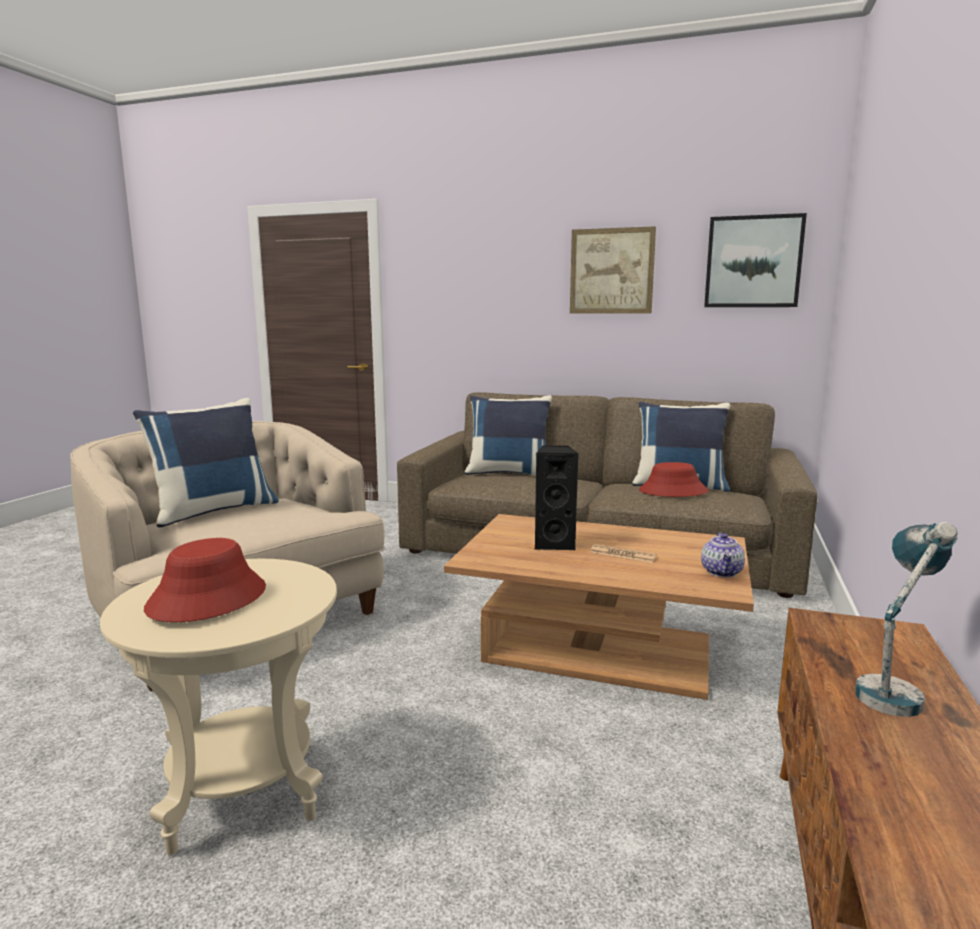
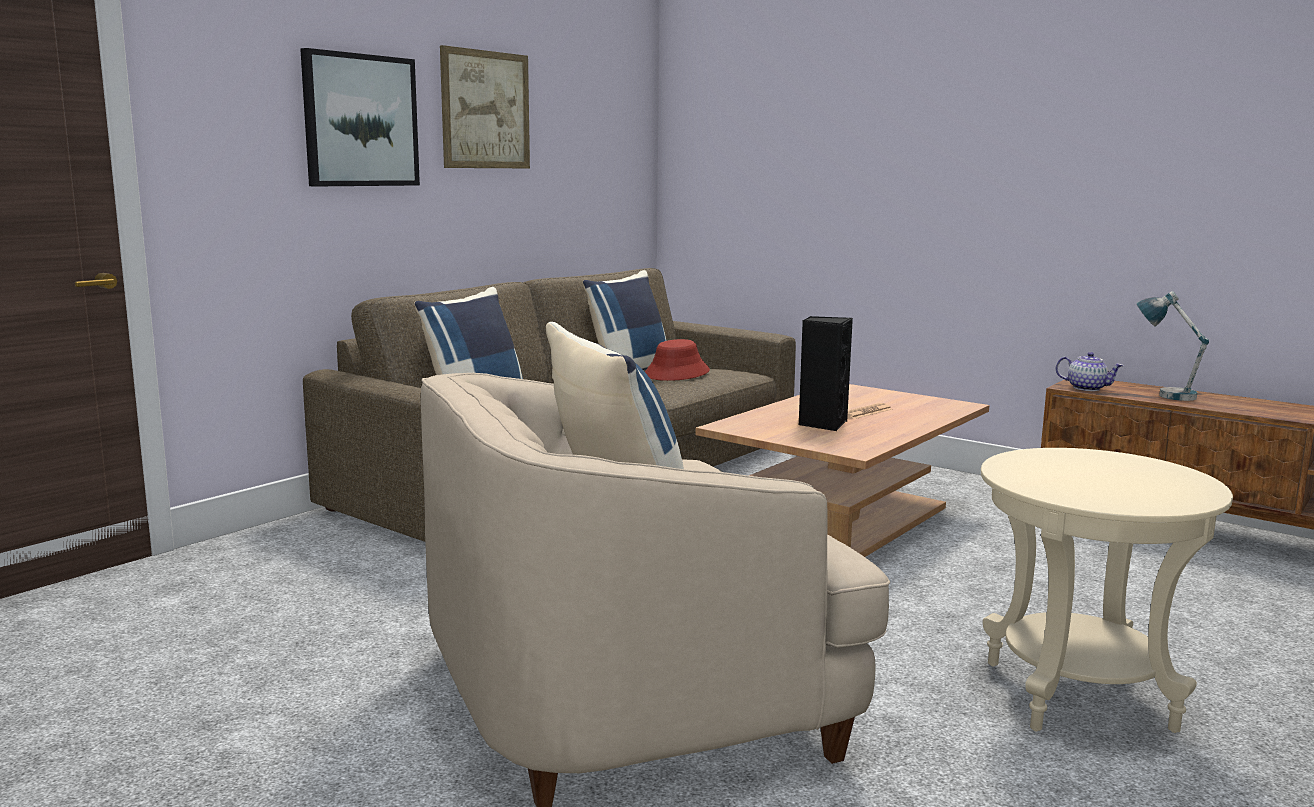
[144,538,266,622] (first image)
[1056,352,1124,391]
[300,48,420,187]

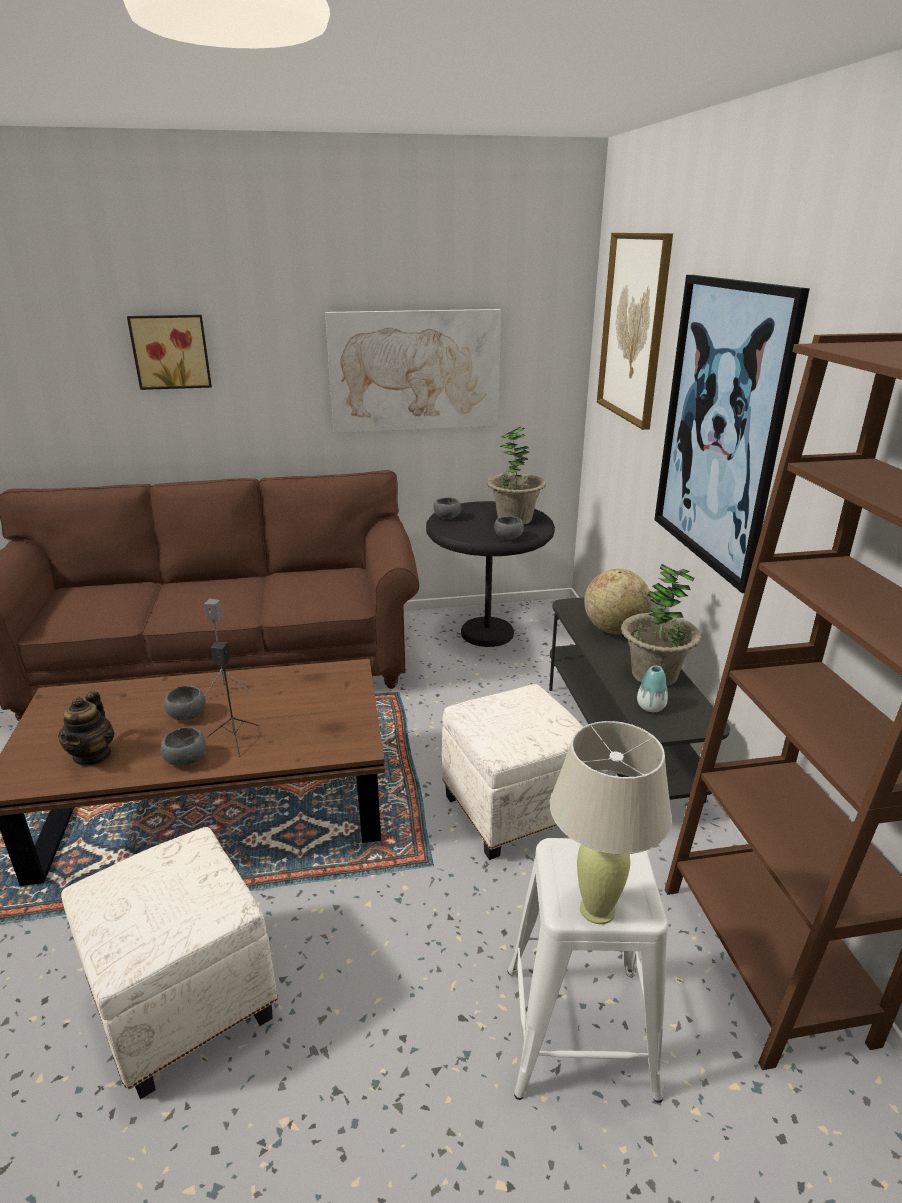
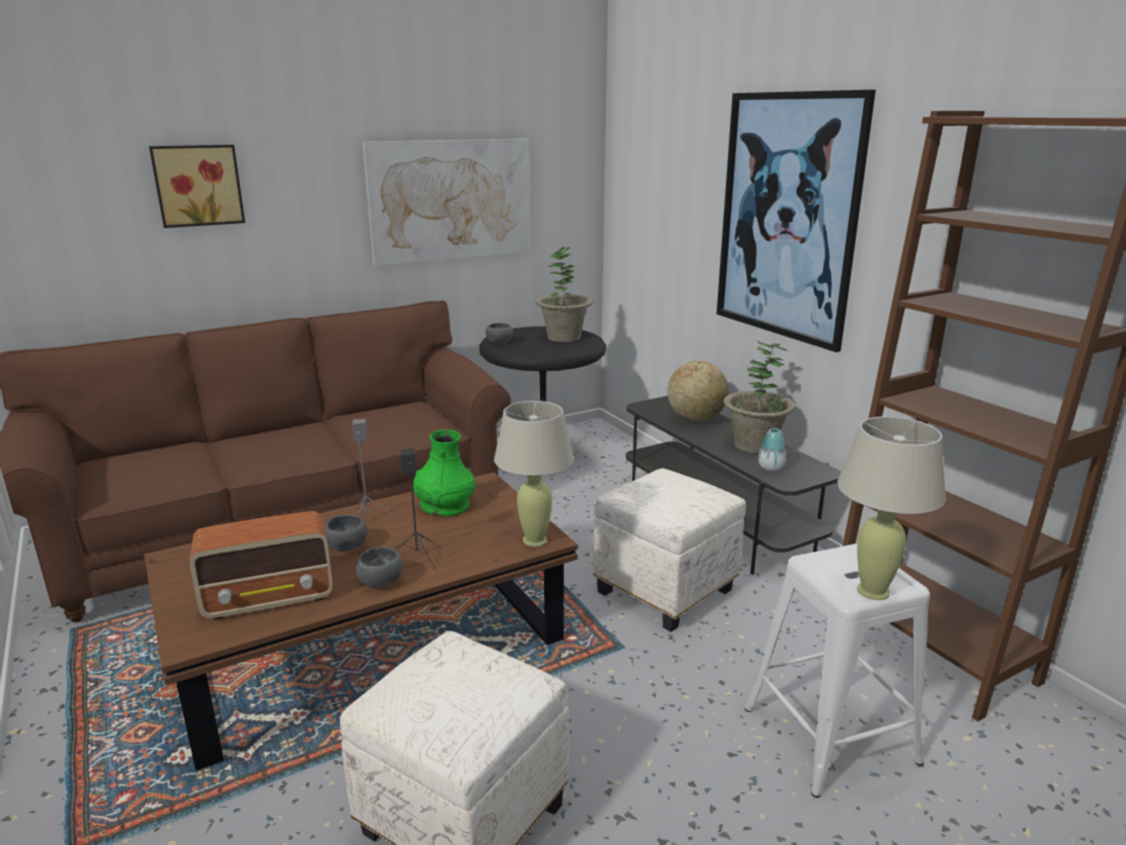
[190,511,333,620]
[494,516,524,540] (first image)
[597,233,673,430] (first image)
[413,430,475,516]
[494,401,574,547]

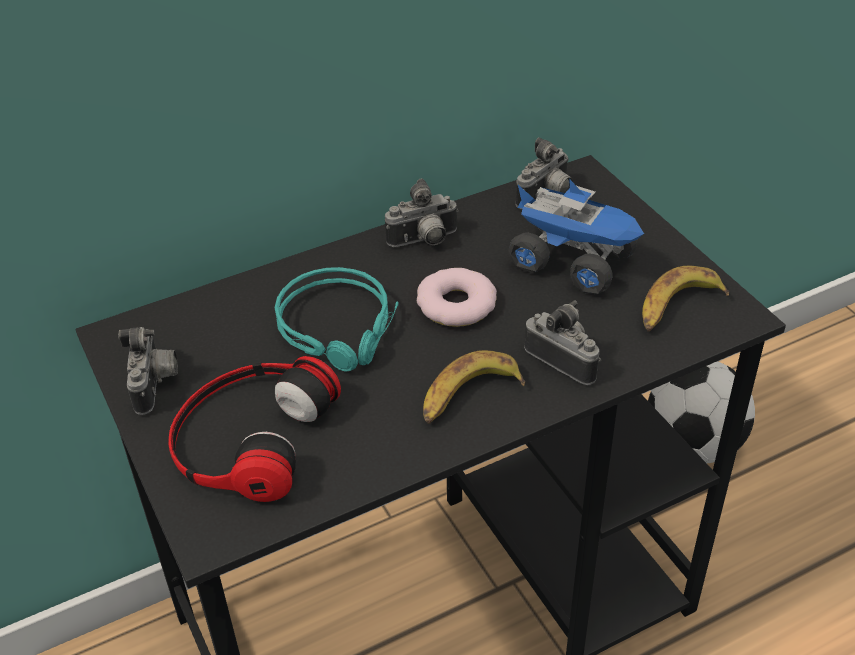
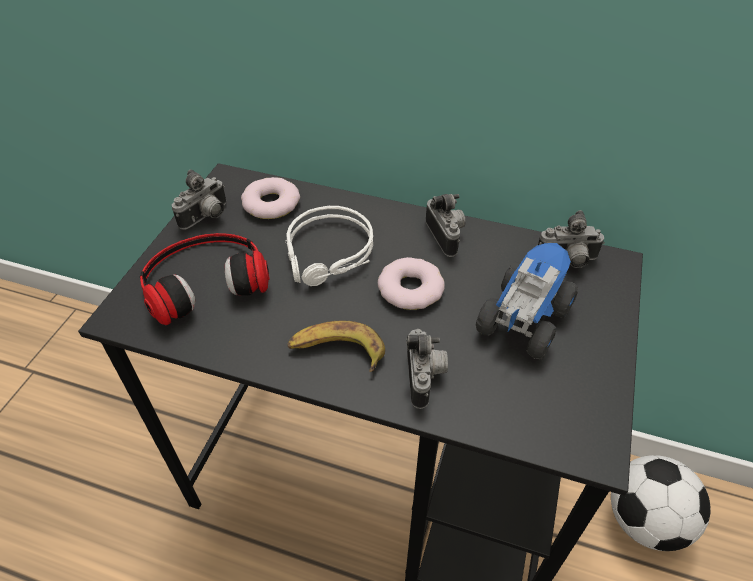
[285,206,373,286]
[425,194,466,257]
[475,243,578,359]
[642,266,729,332] (first image)
[241,177,300,219]

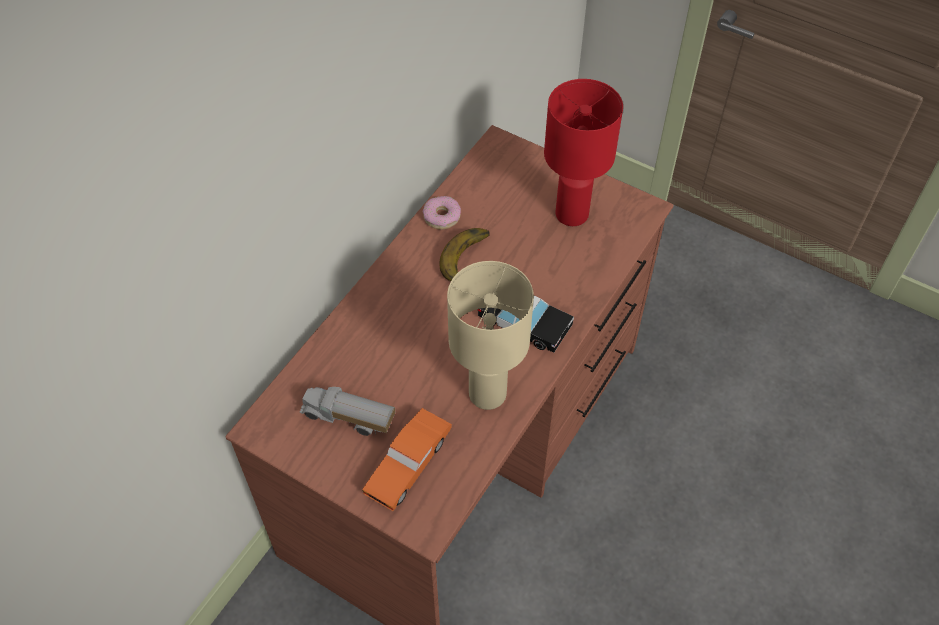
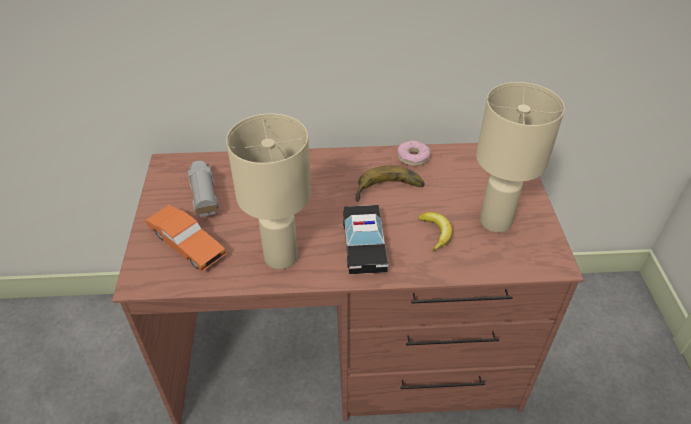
[145,205,226,271]
[476,82,565,233]
[418,212,452,252]

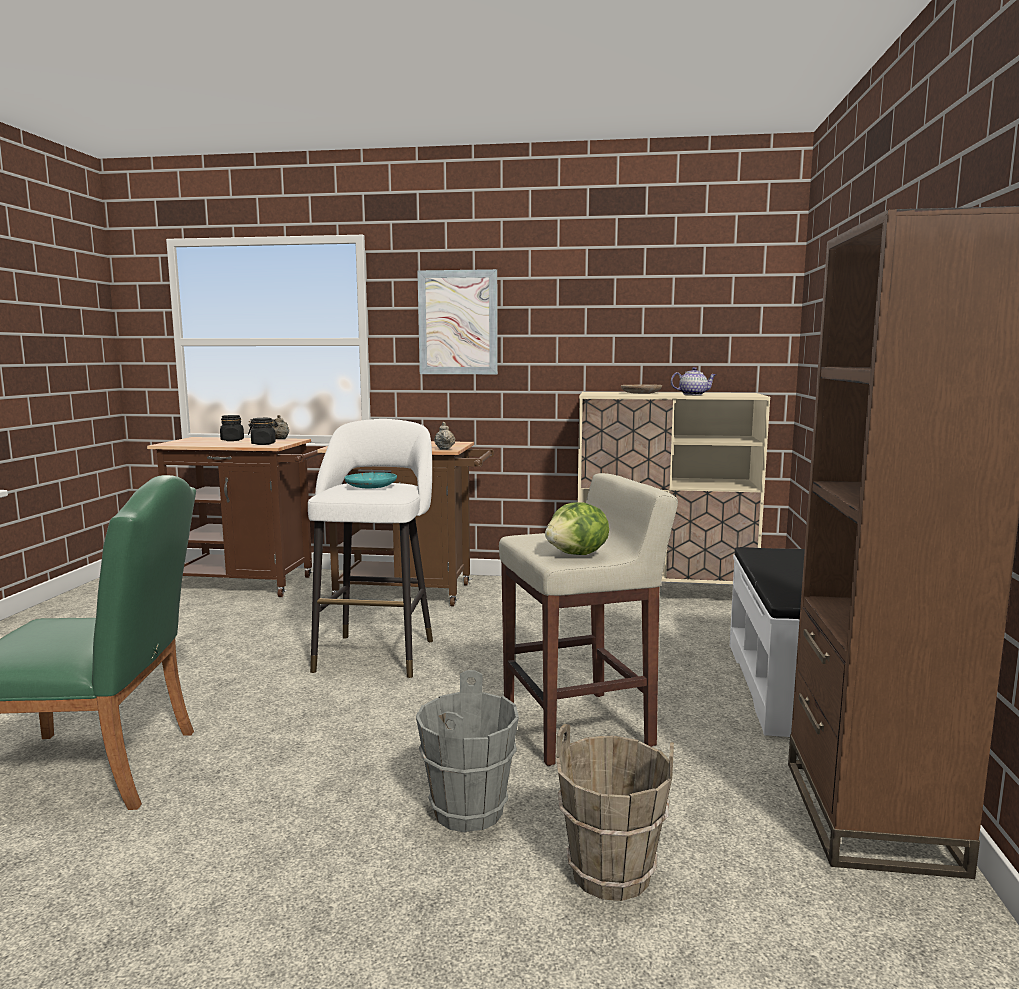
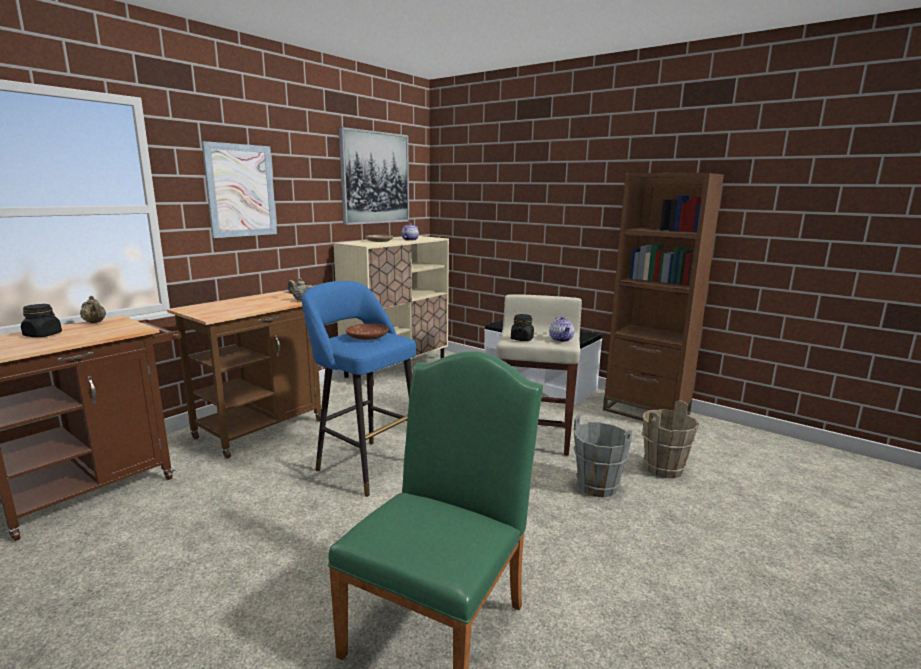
[511,314,534,341]
[302,281,416,497]
[346,324,389,340]
[549,316,574,342]
[339,127,409,225]

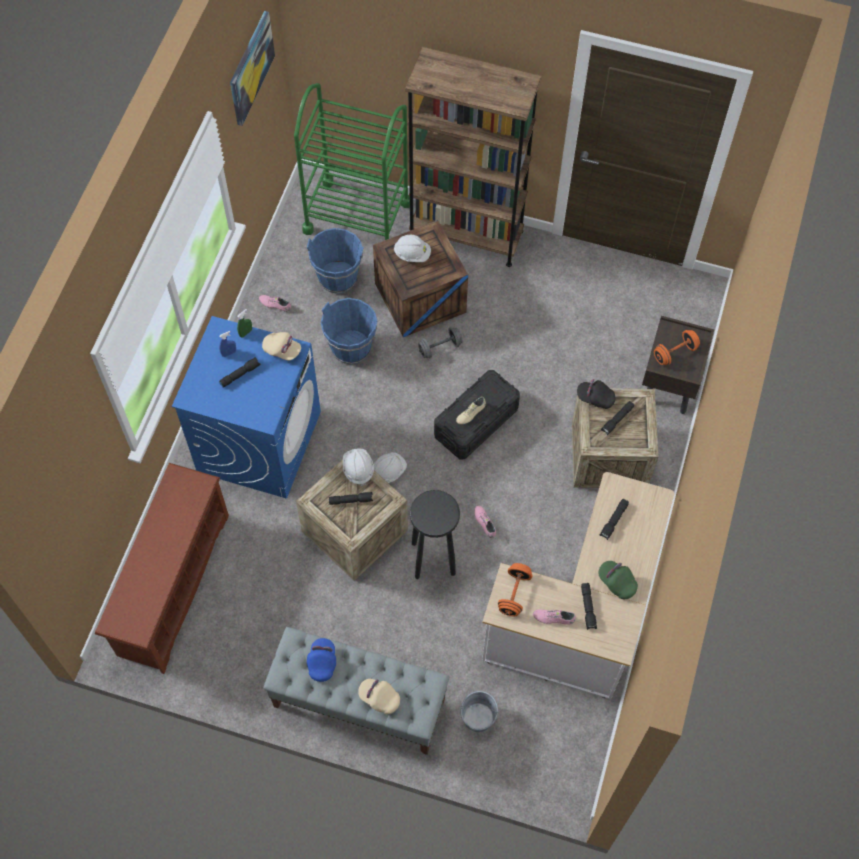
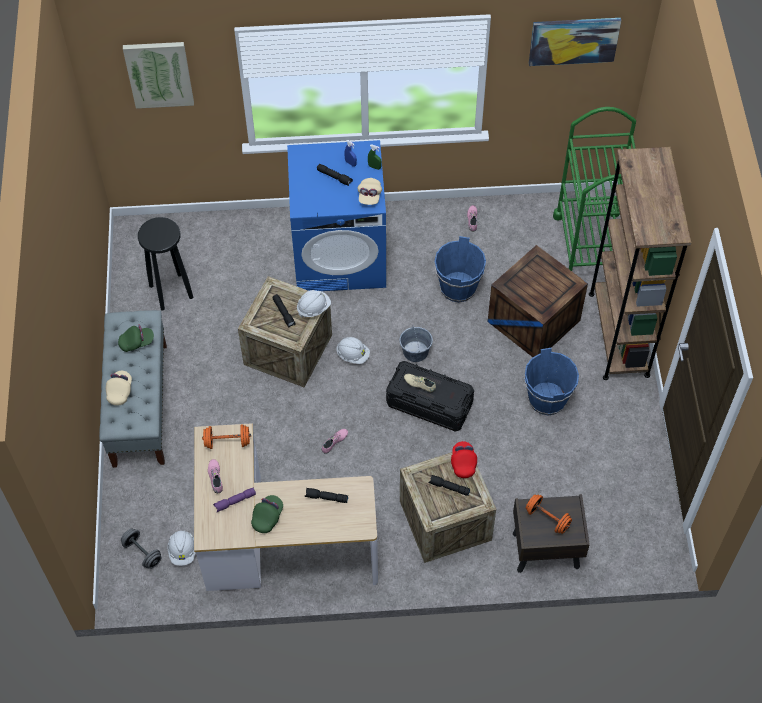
[95,463,229,674] (first image)
[524,348,579,415]
[118,325,154,352]
[167,531,196,566]
[138,217,193,311]
[121,528,162,569]
[400,326,433,362]
[451,441,477,478]
[213,487,256,512]
[123,42,194,109]

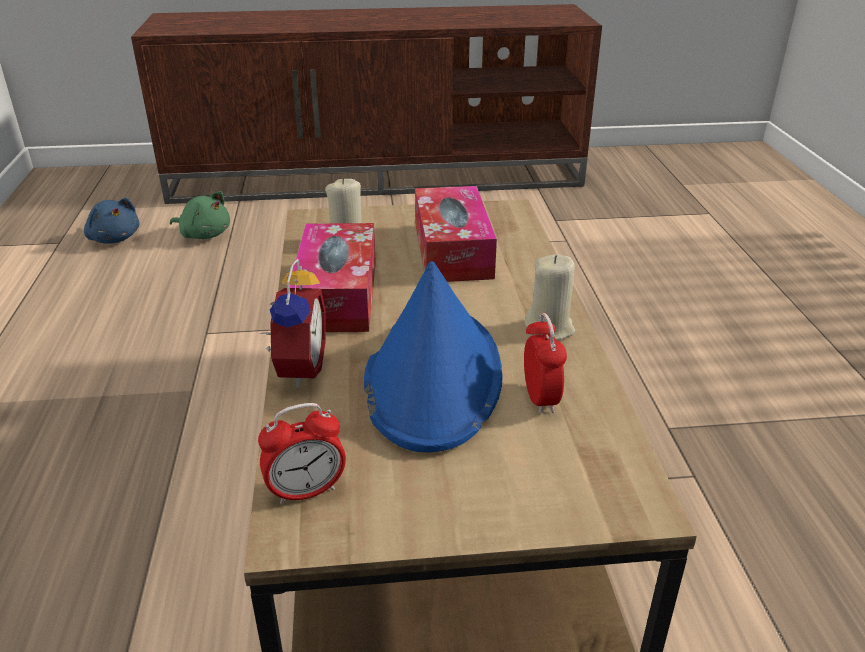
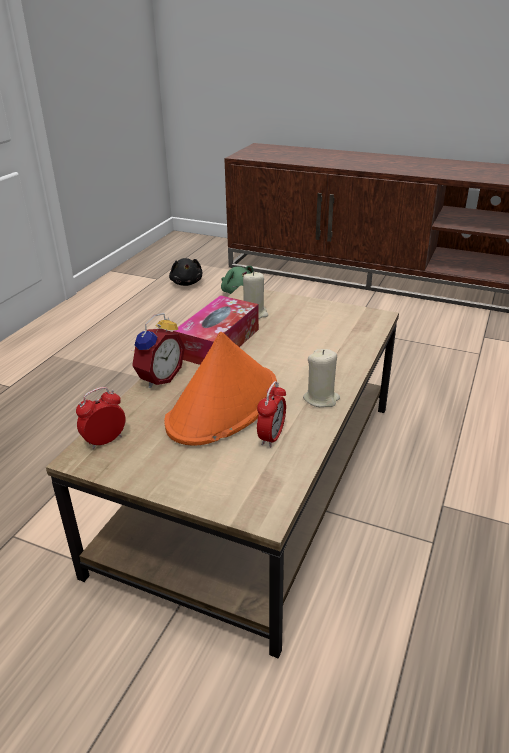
[169,258,202,286]
[76,387,126,449]
[164,332,277,445]
[415,186,497,282] (first image)

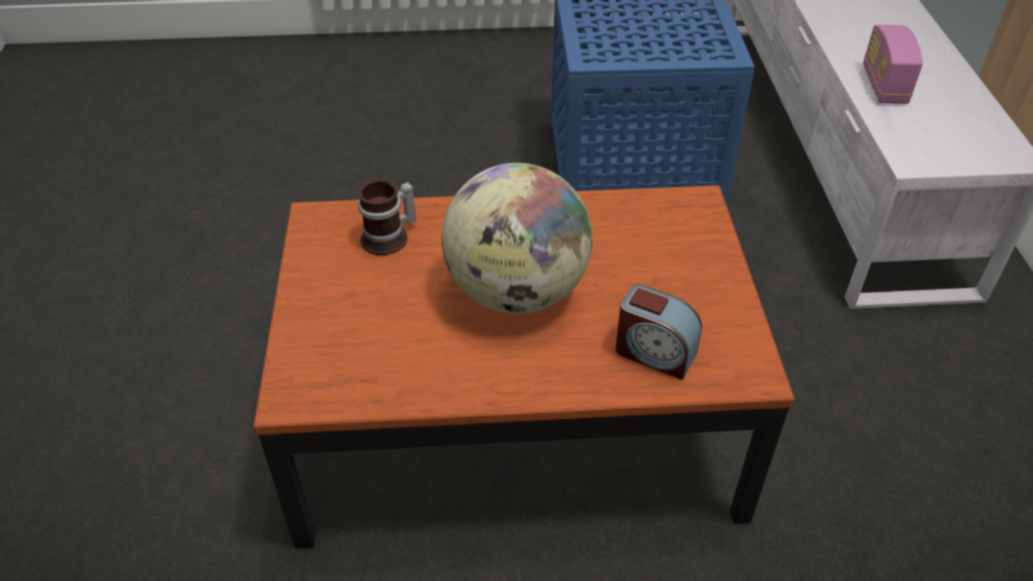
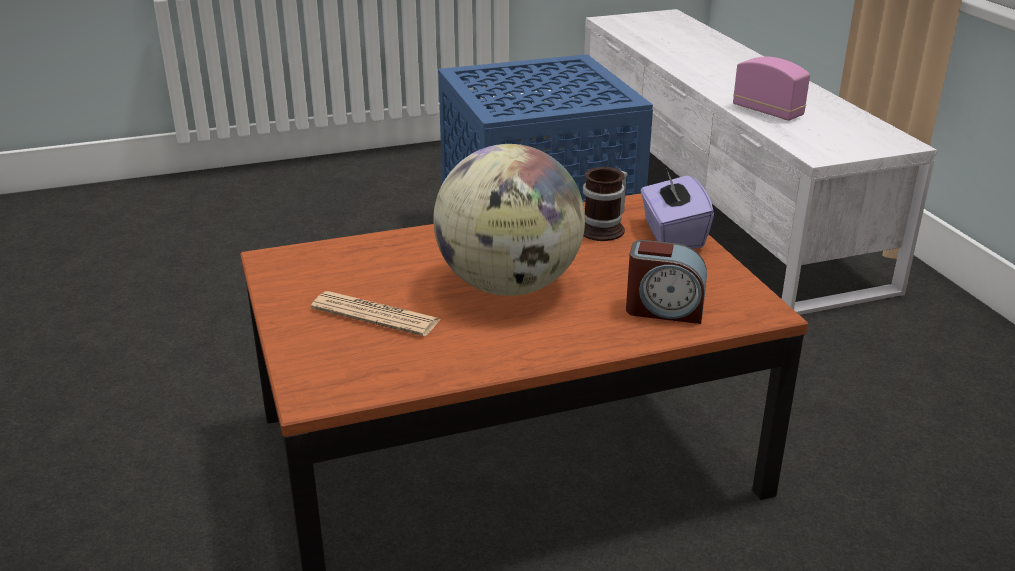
[583,167,628,241]
[733,57,810,121]
[311,291,441,336]
[641,168,714,249]

